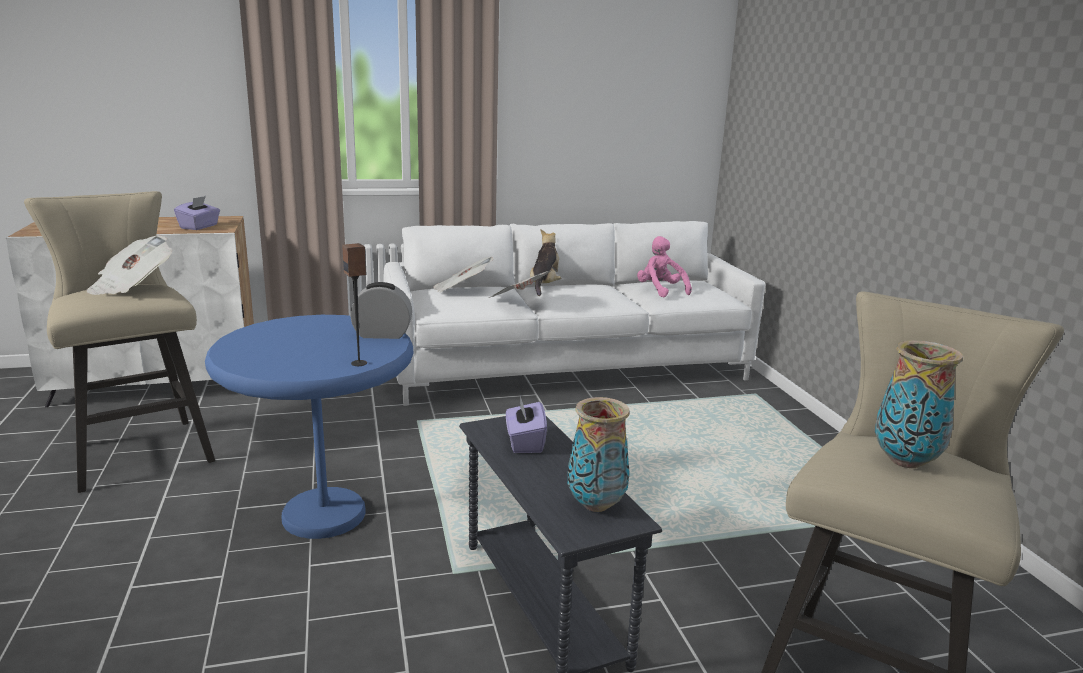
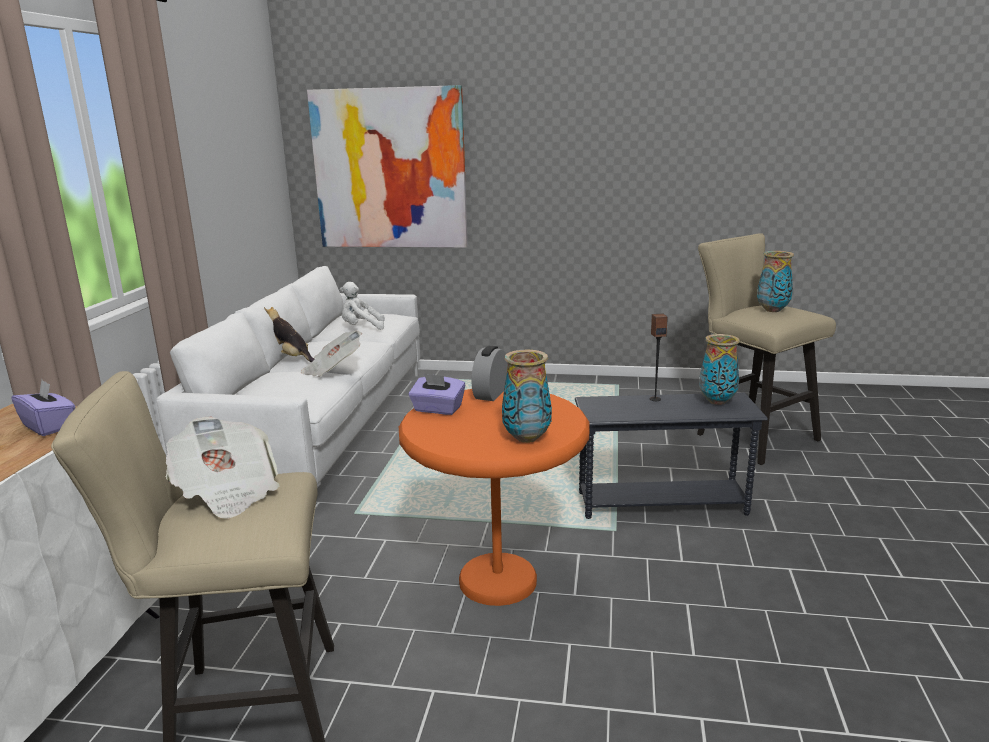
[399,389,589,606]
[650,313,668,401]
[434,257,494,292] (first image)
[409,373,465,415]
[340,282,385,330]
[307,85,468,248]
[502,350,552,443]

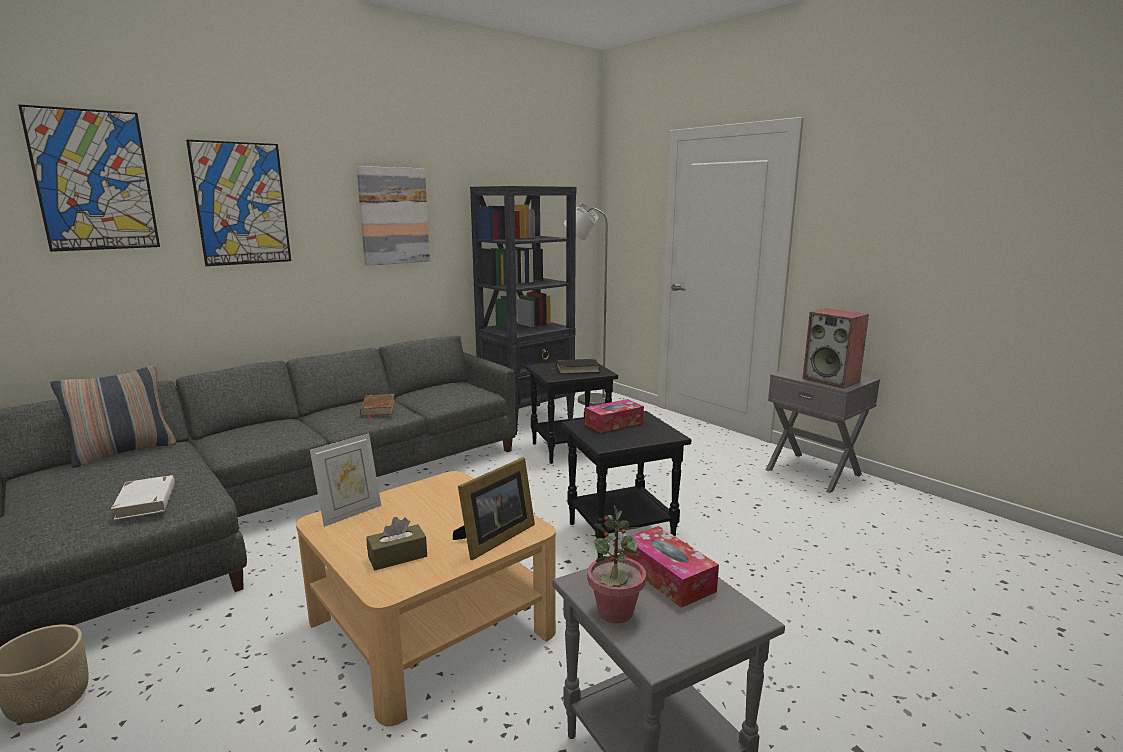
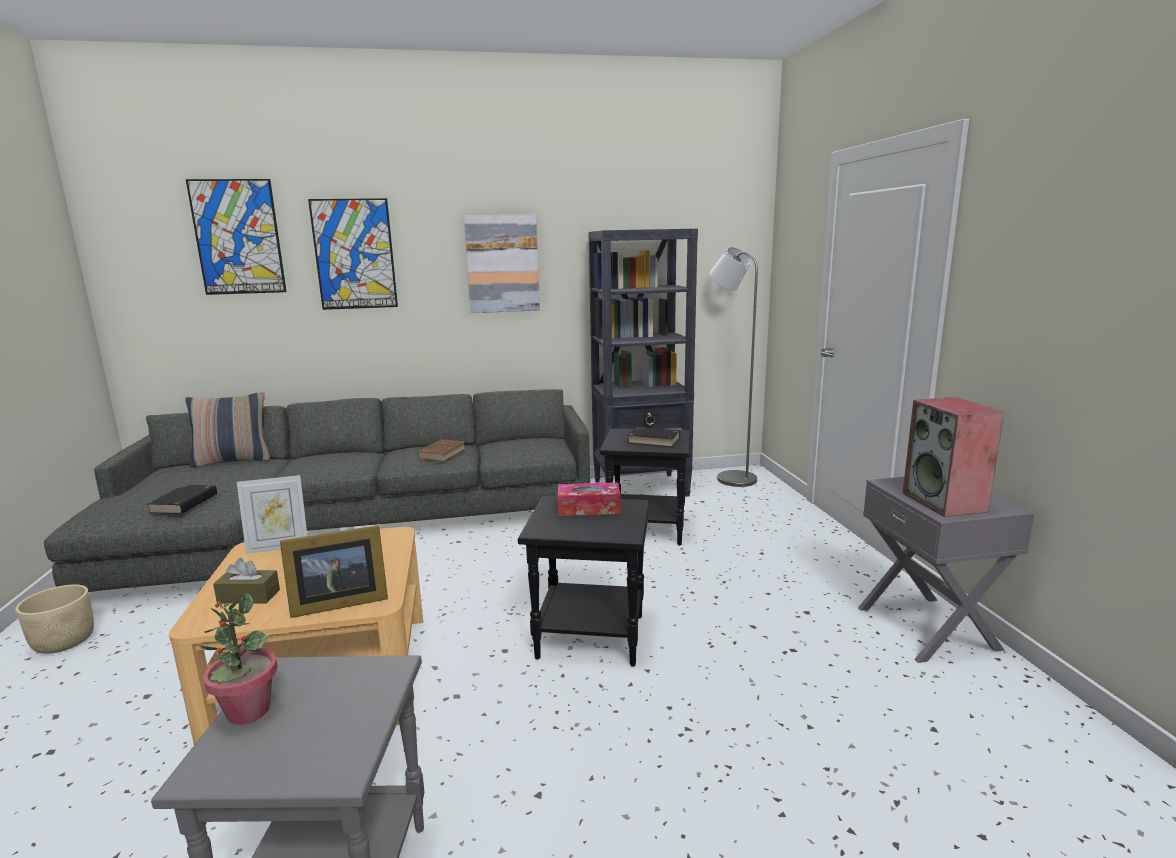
[148,485,217,514]
[625,526,719,608] (first image)

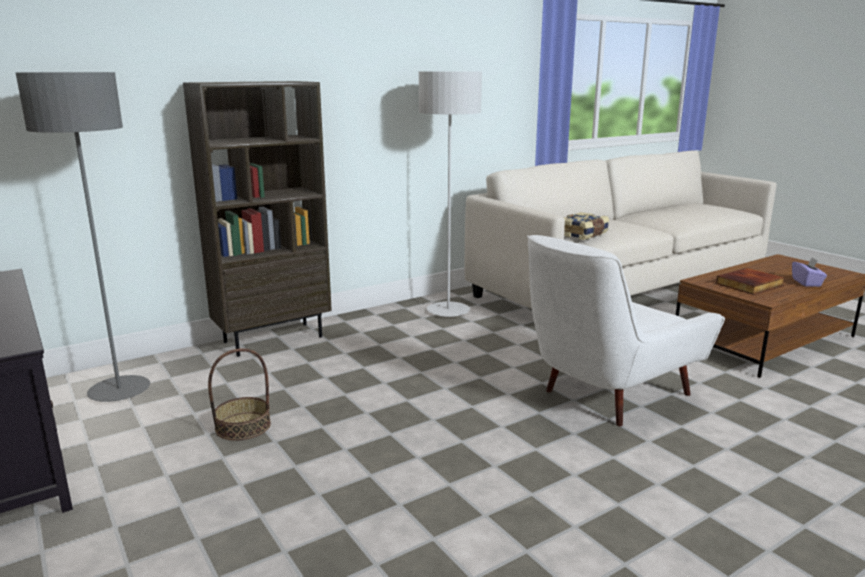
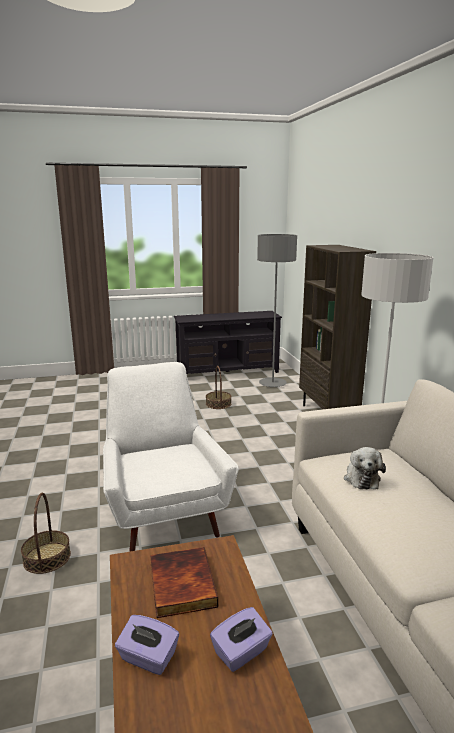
[344,447,386,490]
[21,493,71,574]
[210,607,273,672]

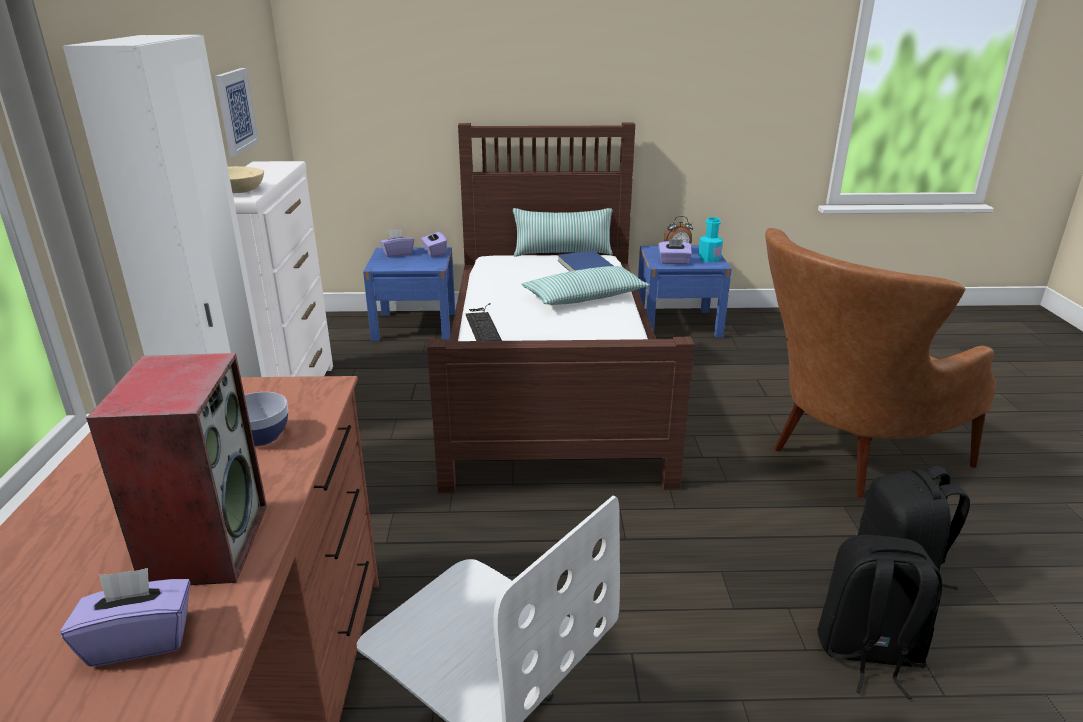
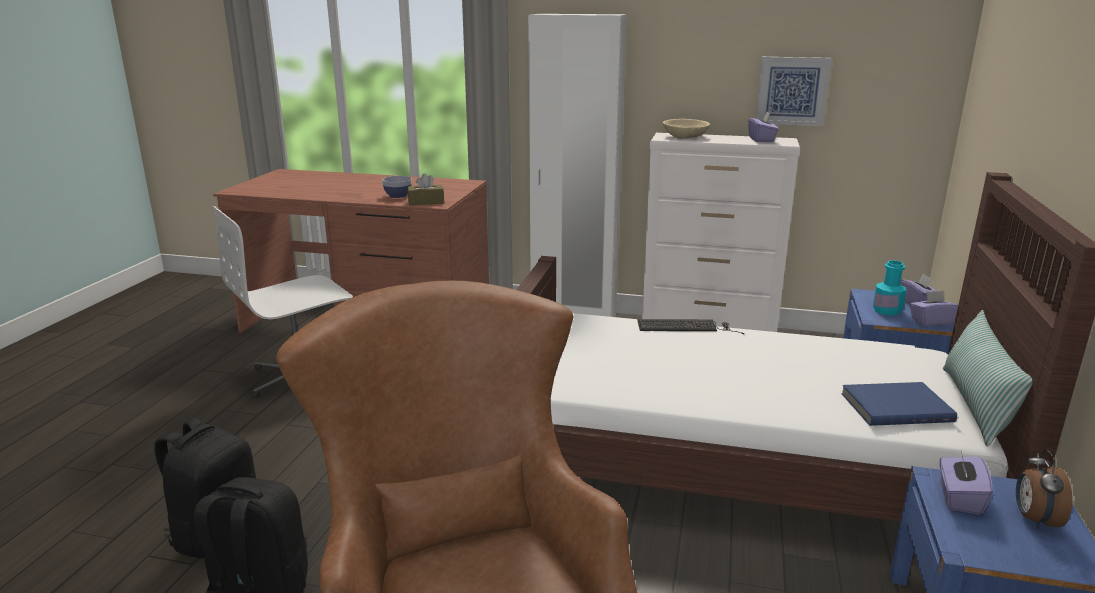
[748,112,779,142]
[86,353,267,585] (first image)
[521,266,650,305] (first image)
[873,260,906,316]
[407,173,444,205]

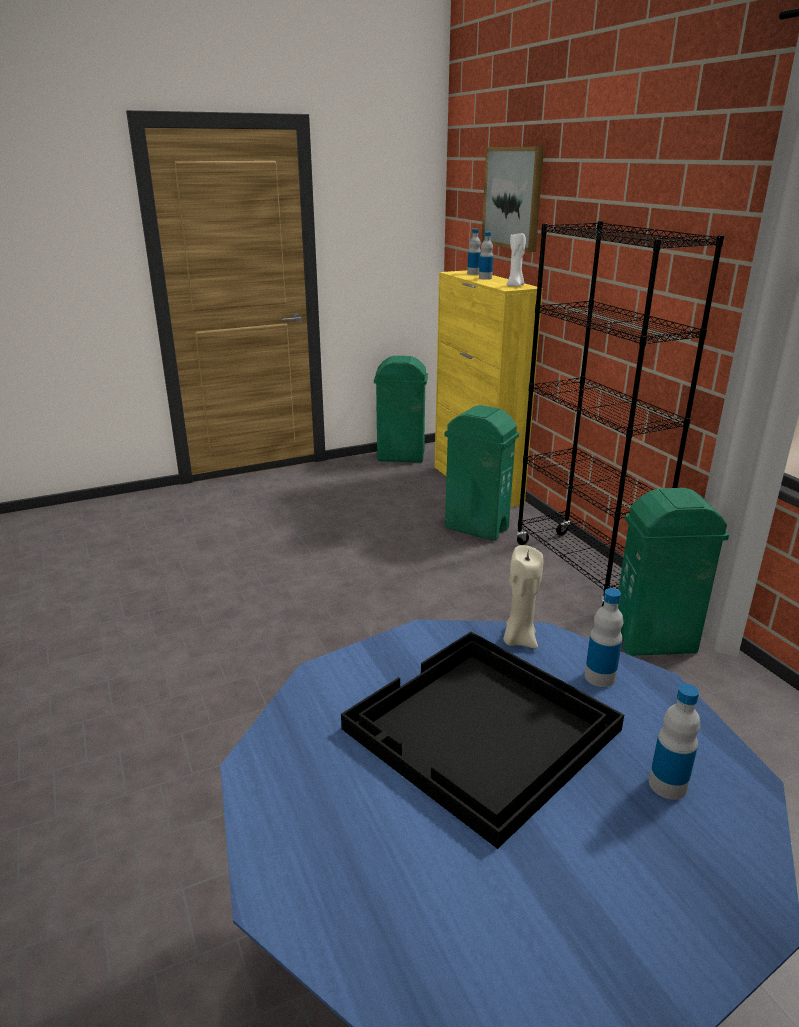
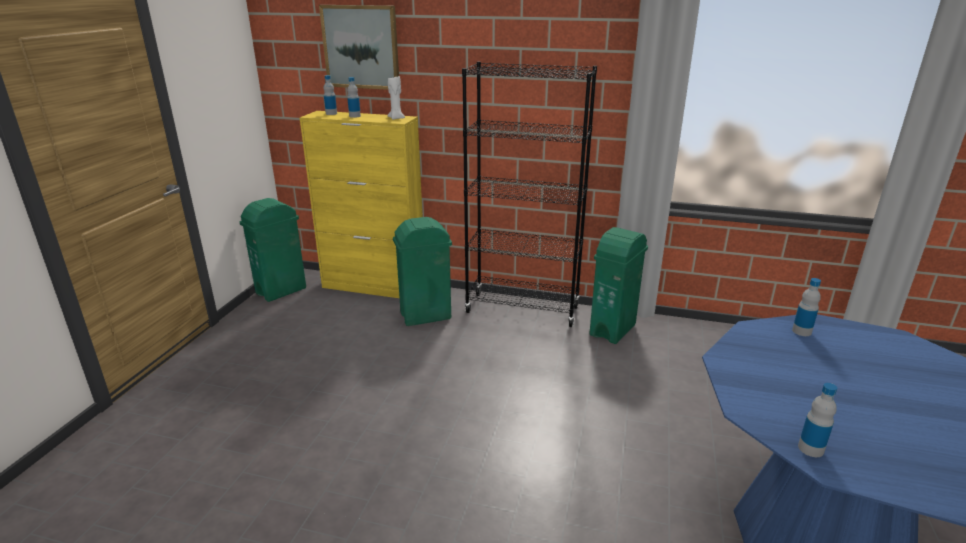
[341,632,624,849] (first image)
[503,545,543,649] (first image)
[798,383,837,457]

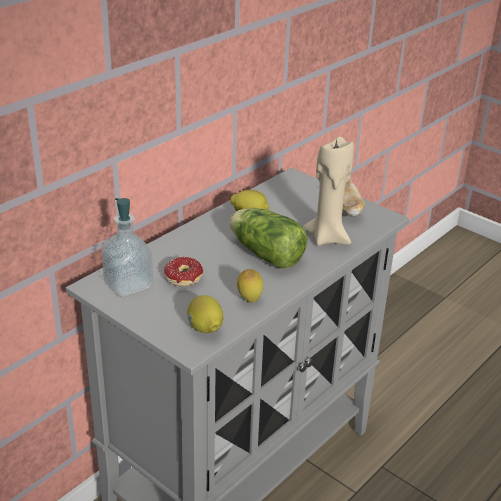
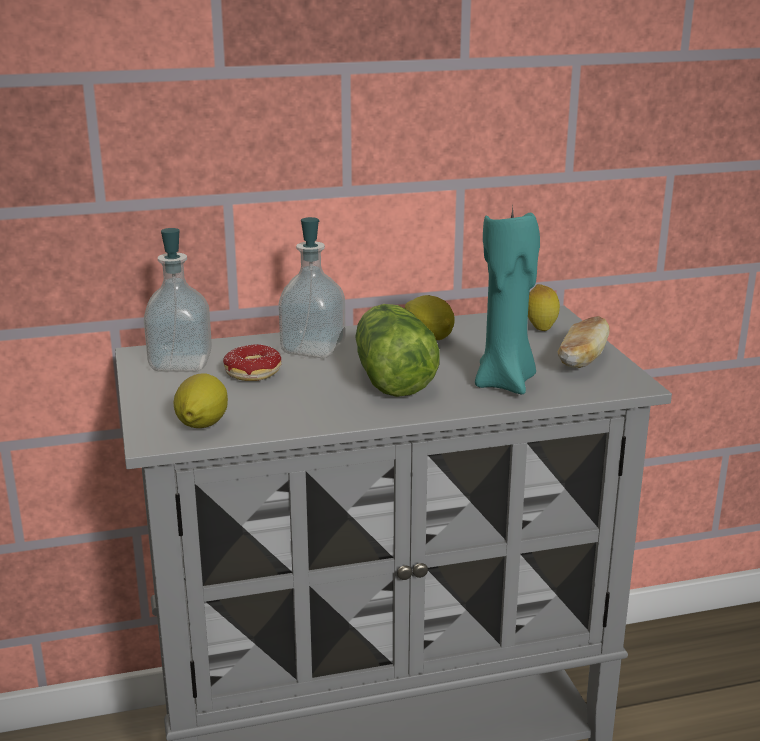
[528,284,560,331]
[475,207,540,394]
[279,217,346,358]

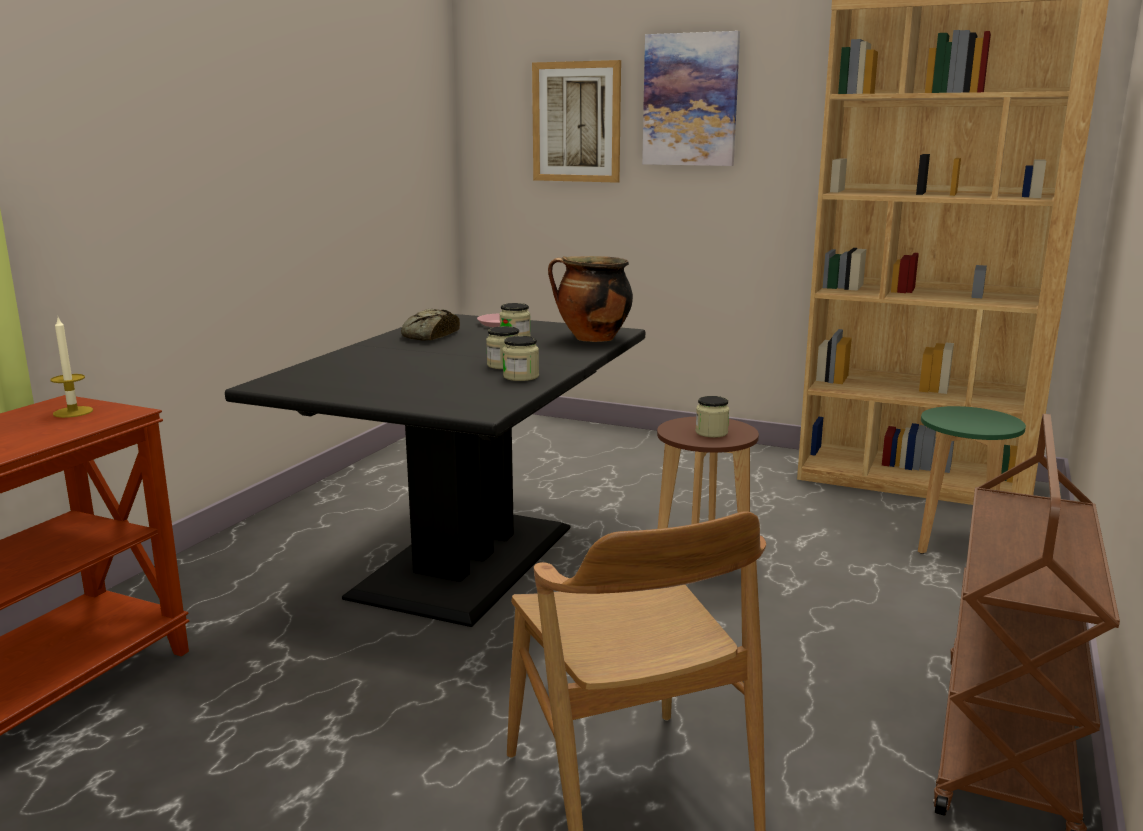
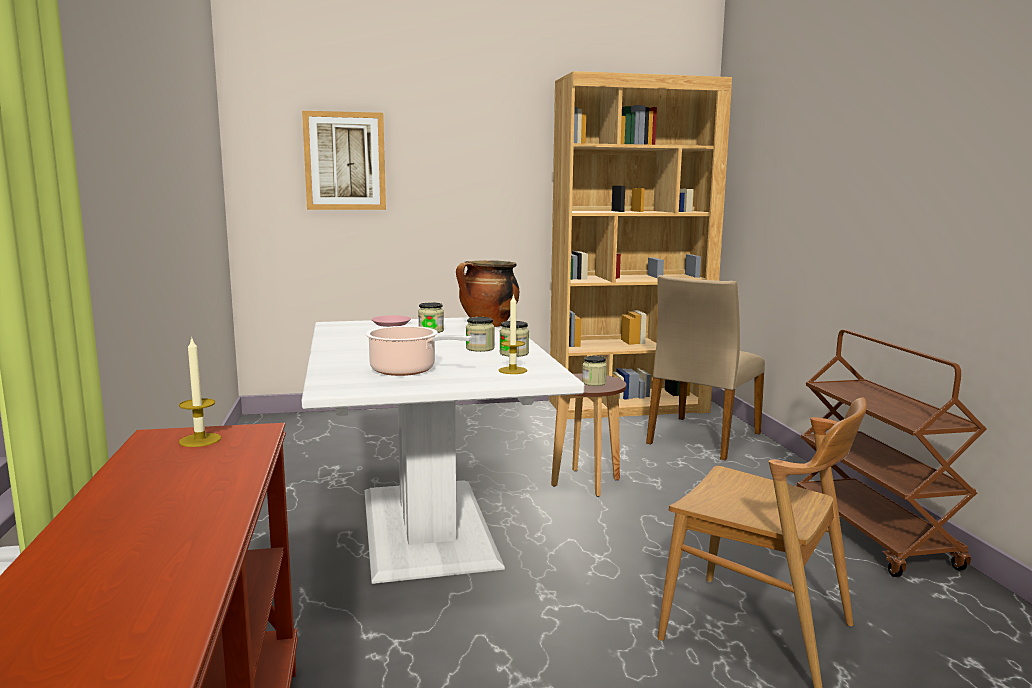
[302,317,585,584]
[401,309,460,341] (first image)
[642,31,740,166] (first image)
[646,275,765,460]
[365,326,472,376]
[499,294,527,374]

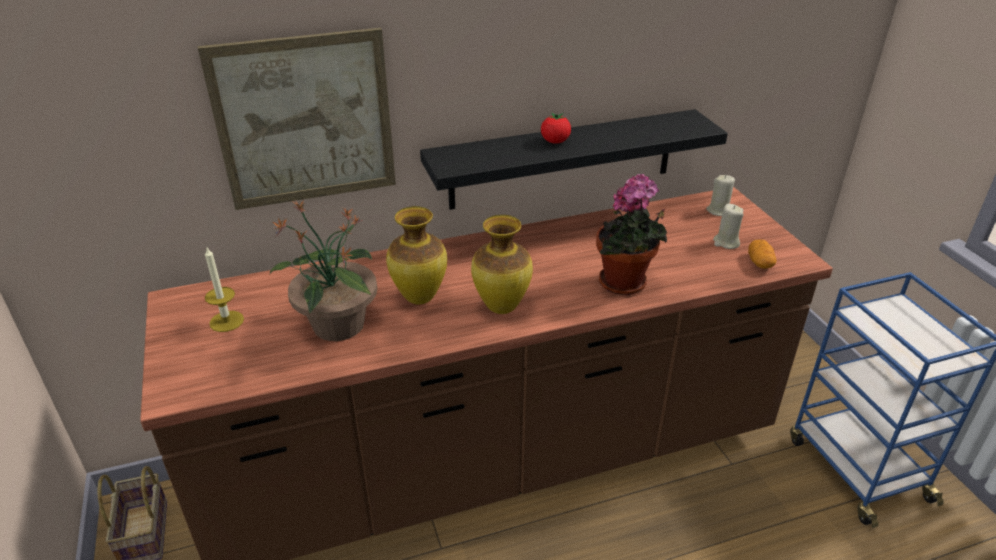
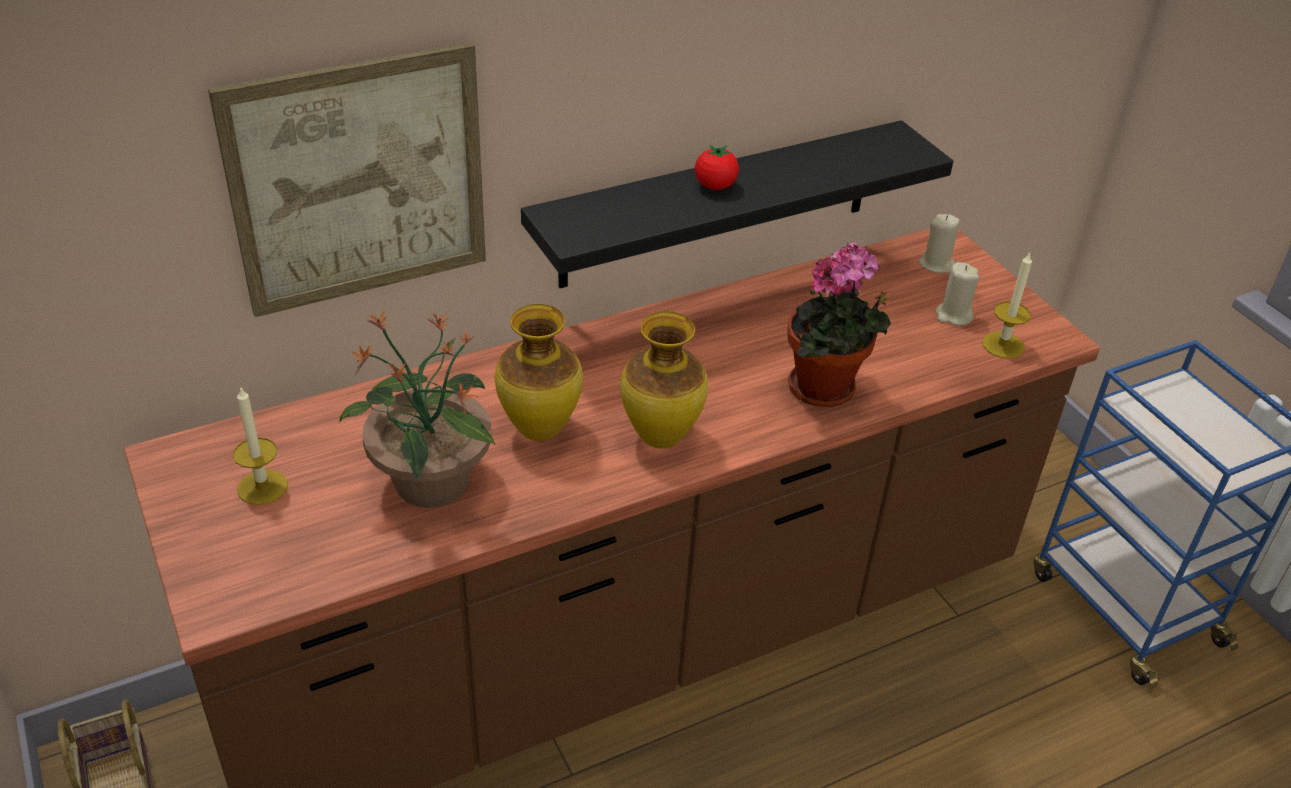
[982,252,1032,359]

